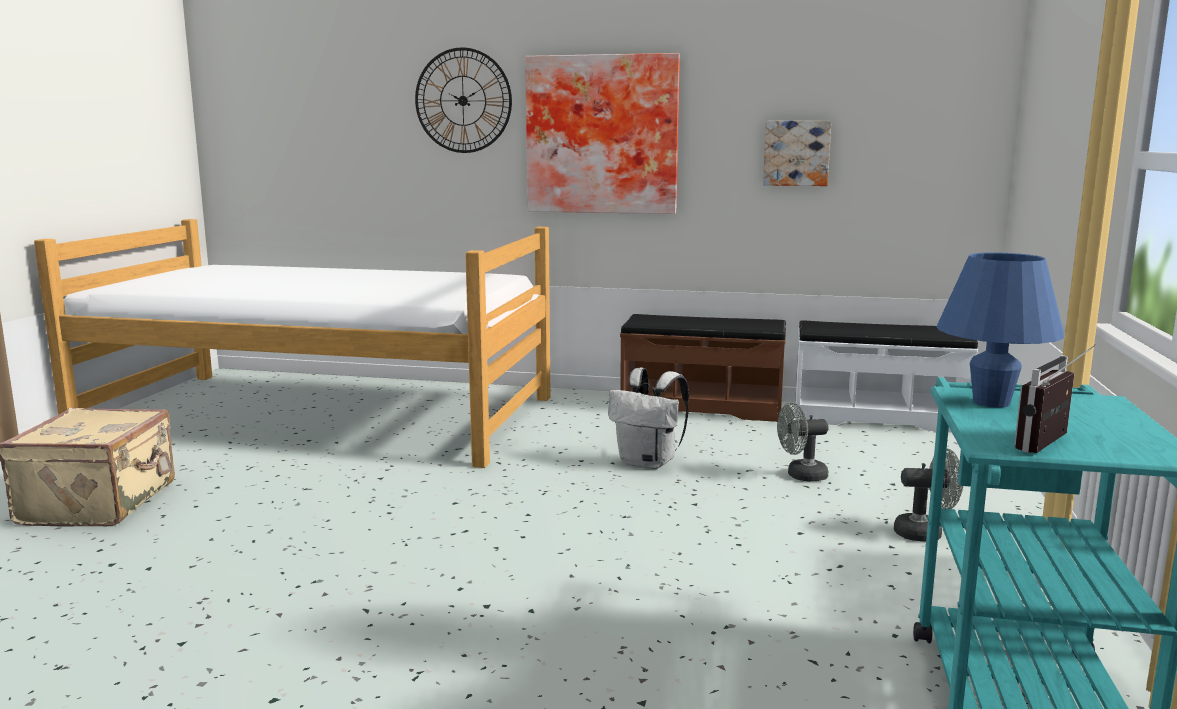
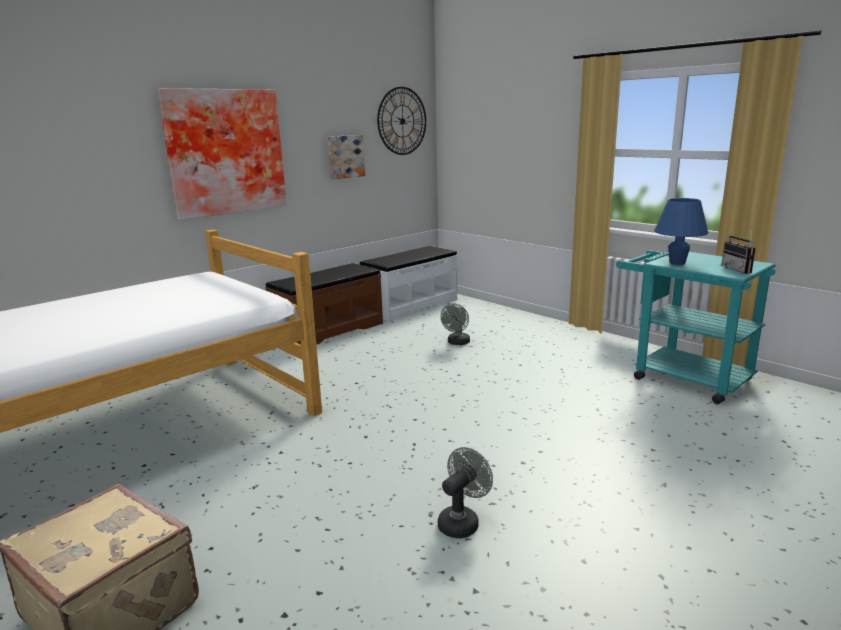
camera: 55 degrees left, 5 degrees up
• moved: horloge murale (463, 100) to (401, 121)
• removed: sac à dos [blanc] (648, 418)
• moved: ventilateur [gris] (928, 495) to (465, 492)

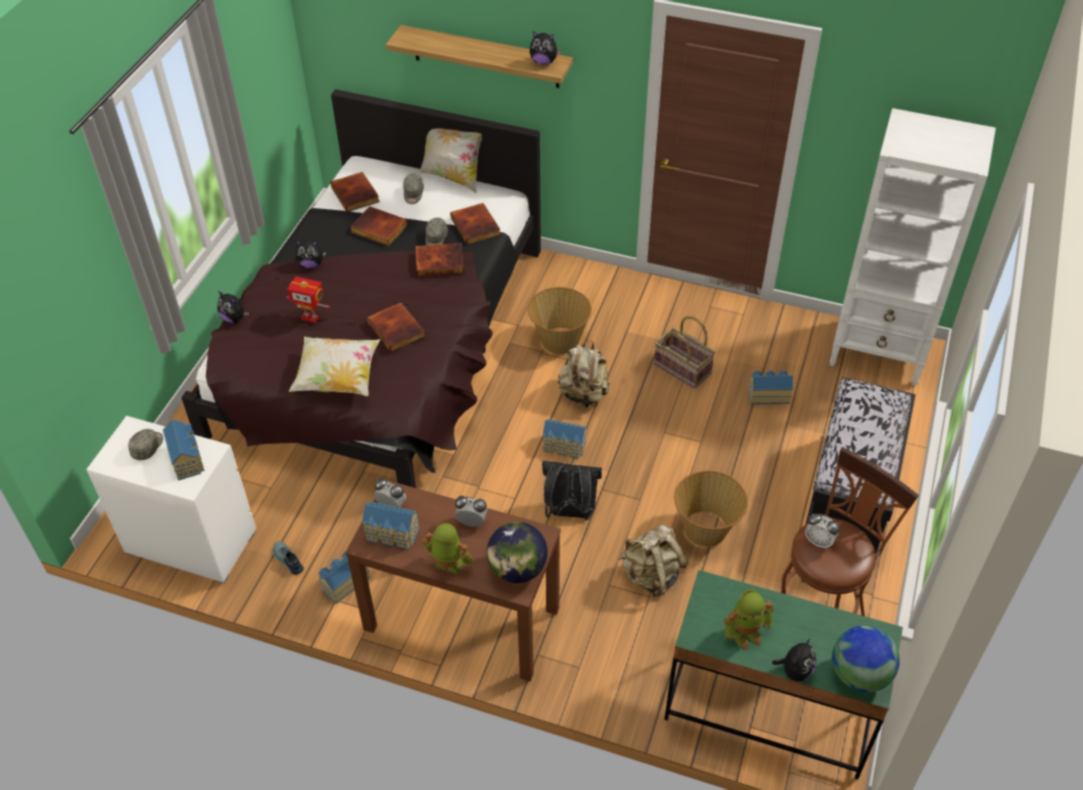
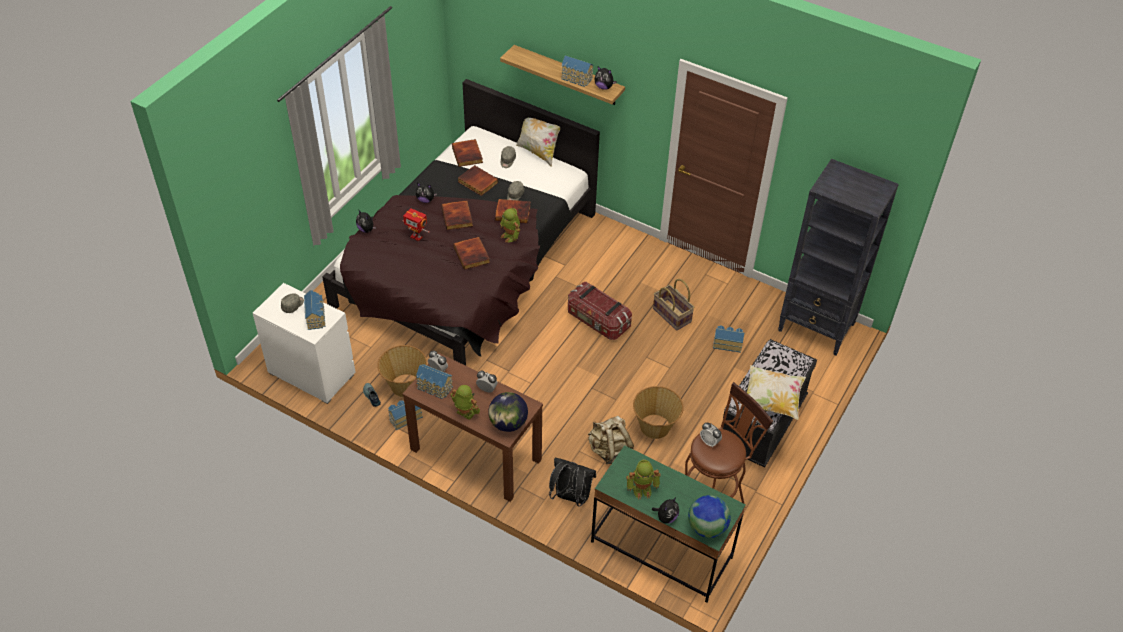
camera: 10 degrees right, 0 degrees up
• recoloured: bibliothèque [blanc] (913, 247) to bibliothèque [noir] (838, 257)
• moved: livre (475, 224) to (457, 215)
• moved: panier (560, 320) to (402, 371)
• moved: coussin (334, 366) to (773, 392)
• replaced: sac à dos [beige] (584, 374) to boîte de rangement (600, 311)
• moved: maison miniature (565, 438) to (577, 71)
• moved: sac à dos [noir] (572, 490) to (572, 482)
• added: robot jouet (510, 225)

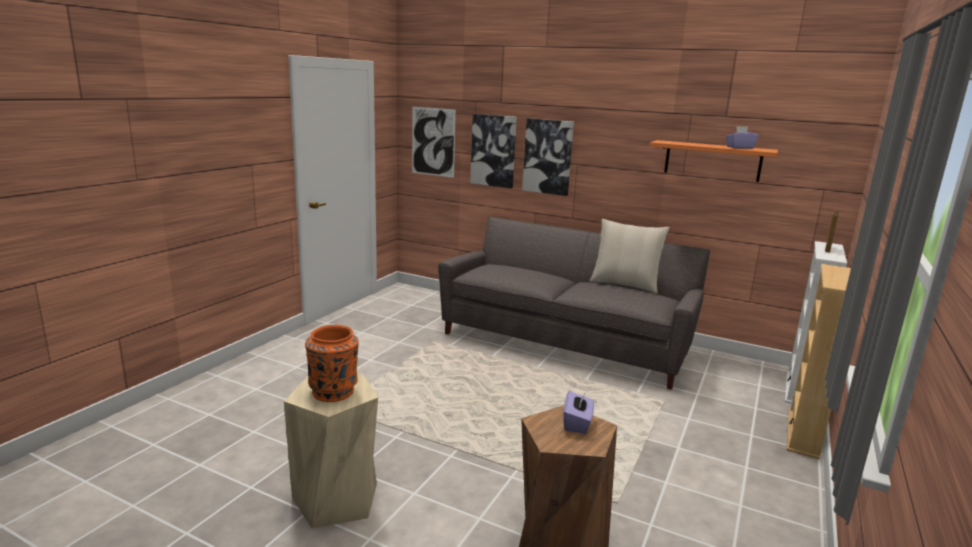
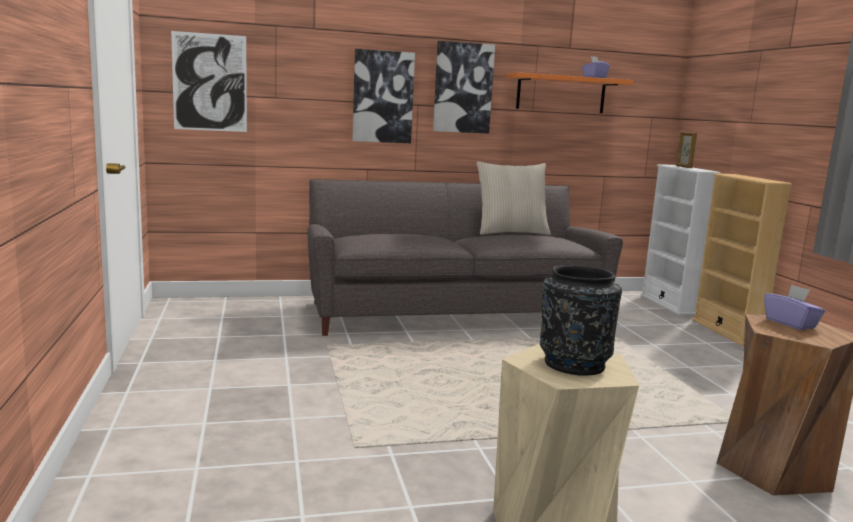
camera: 40 degrees left, 5 degrees down
• moved: tableau (493, 151) to (464, 87)
• recoloured: vase [orange] (332, 363) to vase [noir] (581, 320)

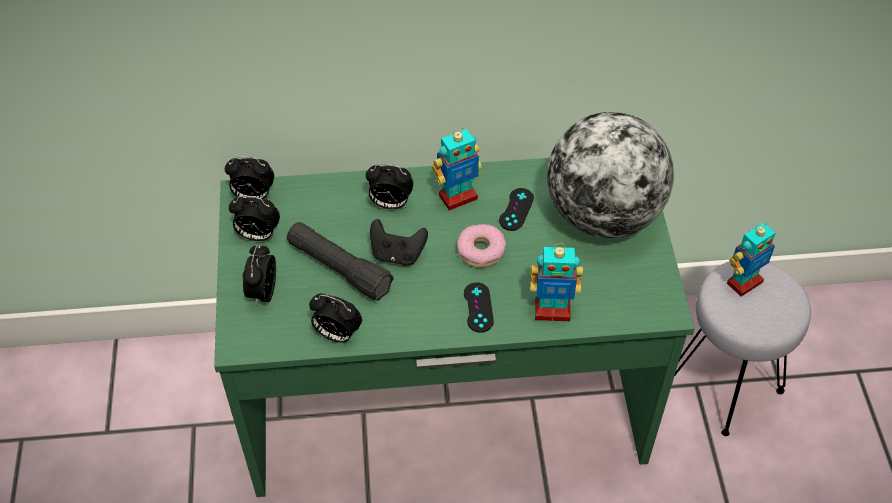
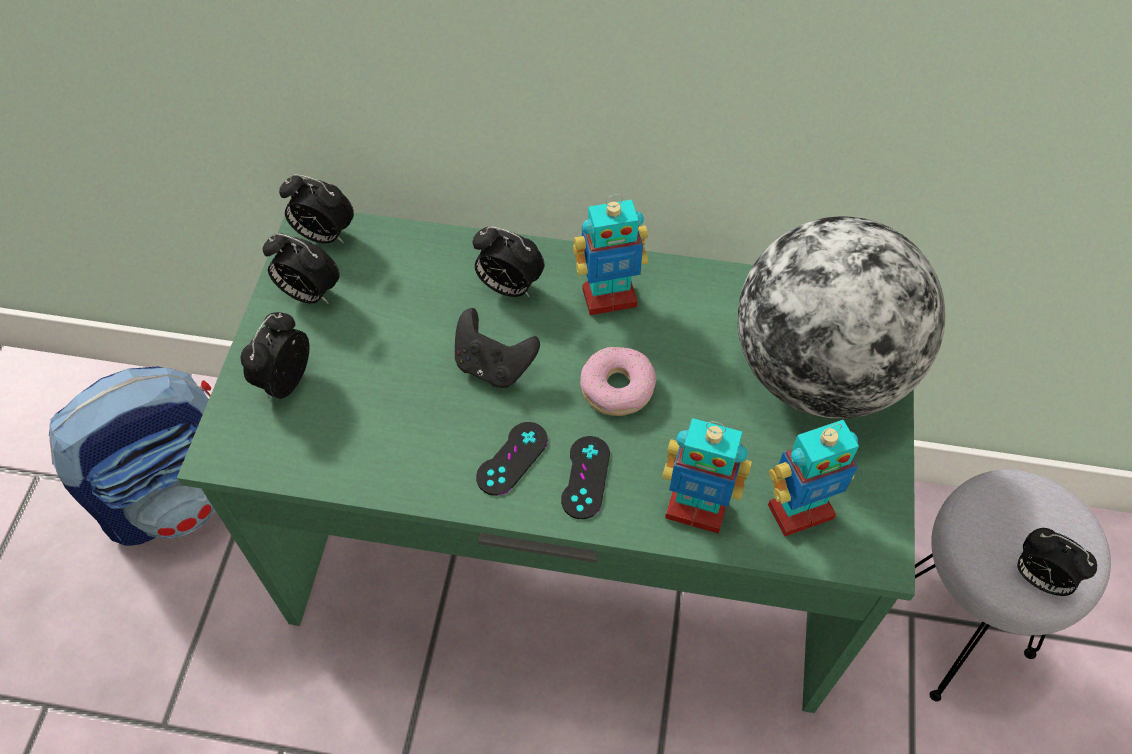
camera: 15 degrees right, 5 degrees up
• moved: manette [noir] (516, 209) to (512, 459)
• removed: lampe de poche [noir] (340, 261)
• moved: robot jouet (751, 259) to (813, 478)
• moved: réveil (335, 318) to (1057, 562)
• added: sac à dos (132, 456)

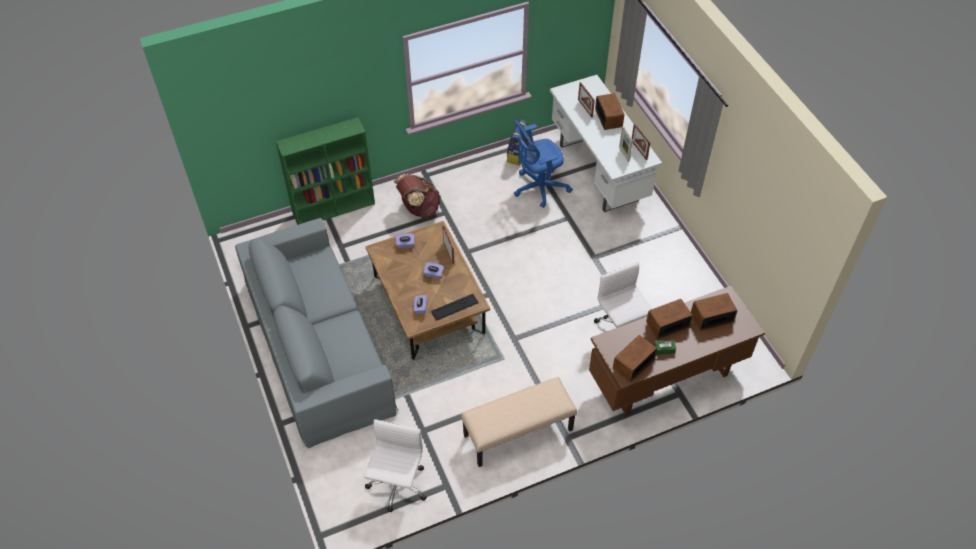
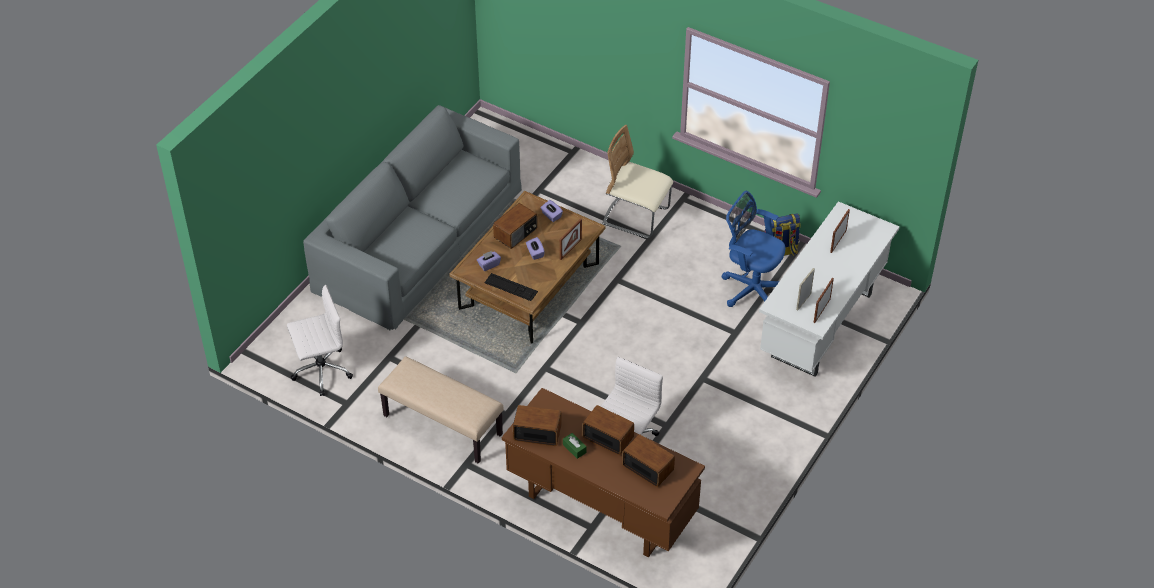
camera: 55 degrees right, 5 degrees down
• moved: radio (609, 111) to (515, 226)
• removed: bibliothèque [vert] (325, 171)
• replaced: sac à dos [marron] (417, 196) to chaise [beige] (637, 182)

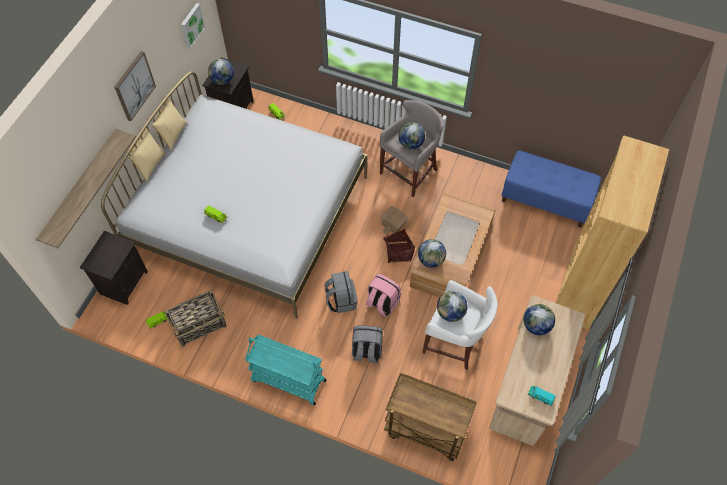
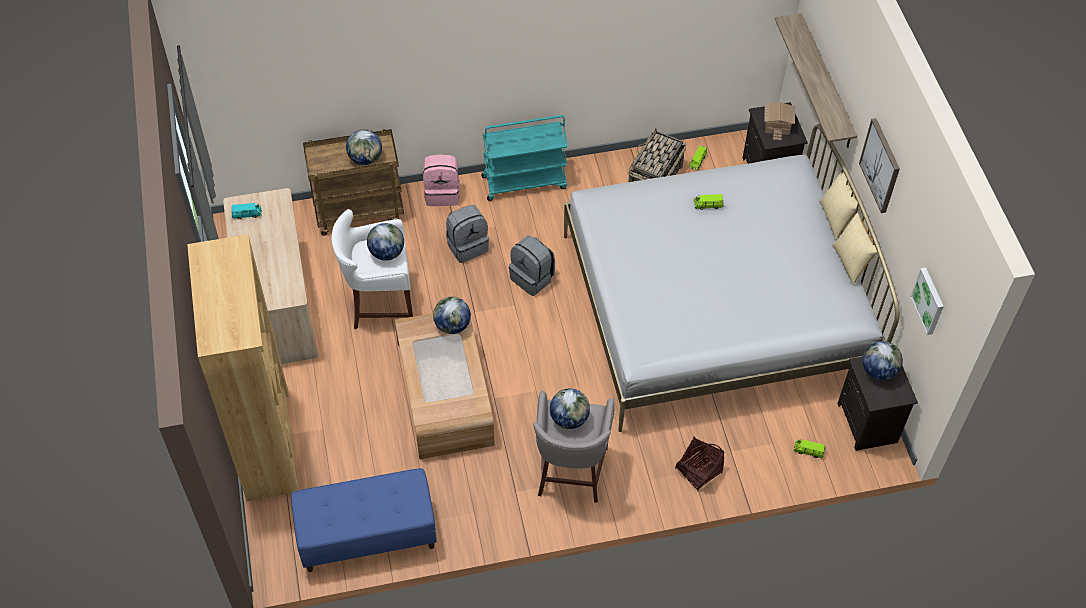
camera: 145 degrees right, 5 degrees down
• moved: maison miniature (394, 220) to (779, 121)
• moved: panier (399, 246) to (699, 464)
• moved: sac à dos [rose] (383, 295) to (441, 180)
• moved: globe (539, 319) to (364, 147)

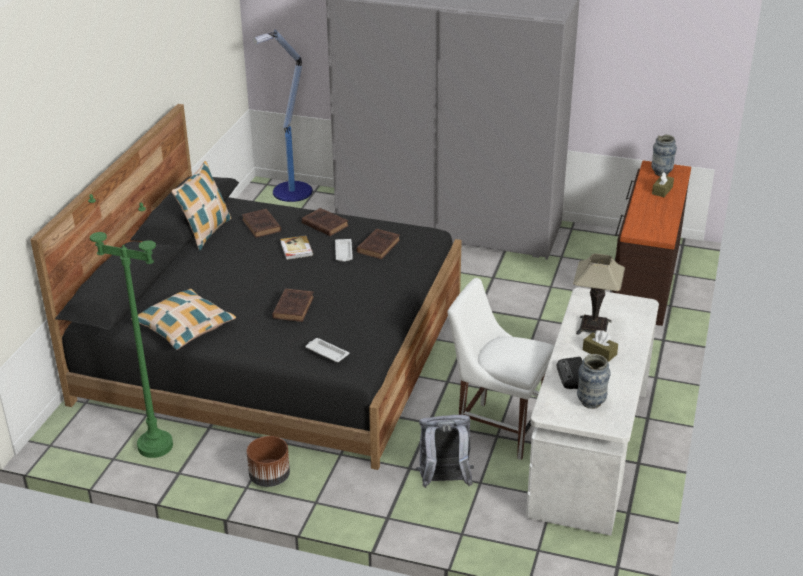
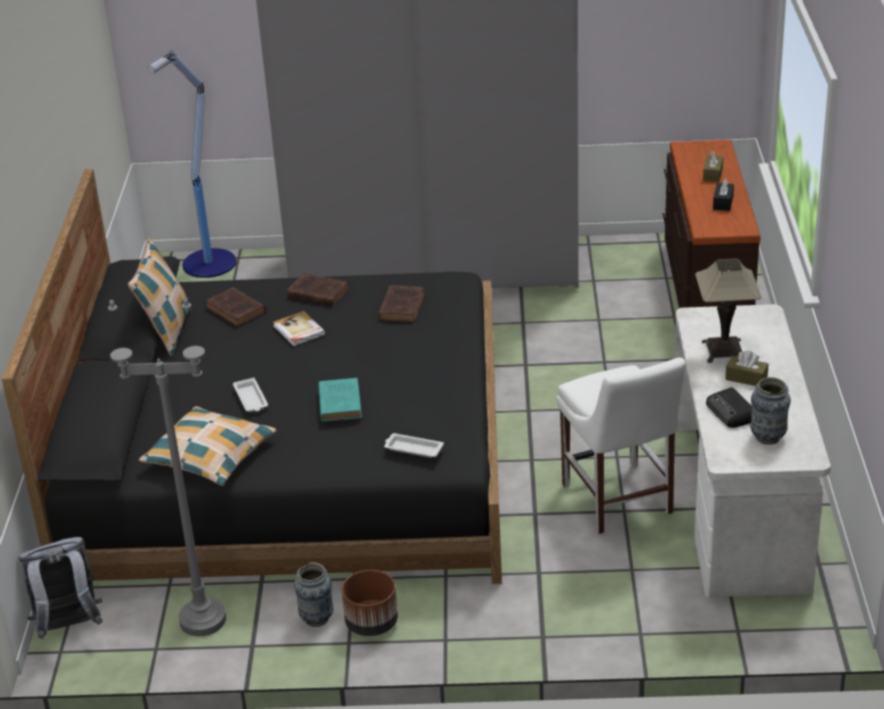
camera: 15 degrees left, 0 degrees up
• moved: vase (664, 155) to (313, 594)
• recoloured: lampadaire [vert] (130, 326) to lampadaire [gris] (167, 466)
• moved: plateau [blanc] (344, 250) to (250, 395)
• turned: chaise [blanc] (501, 369) = (621, 445) 120 degrees counterclockwise
• recoloured: livre [marron] (293, 305) to livre [turquoise] (340, 400)
• moved: sac à dos [gris] (445, 451) to (60, 588)
• added: boîte à mouchoirs [noir] (723, 194)

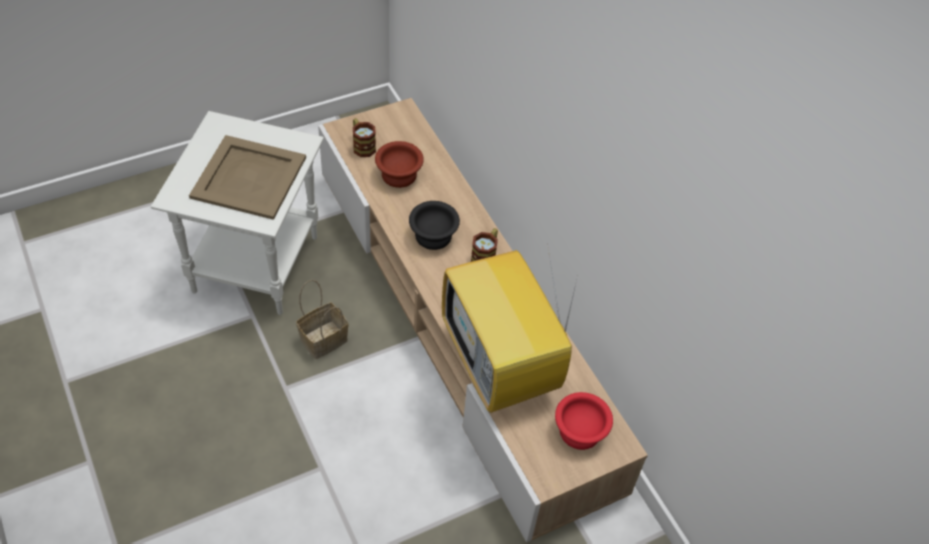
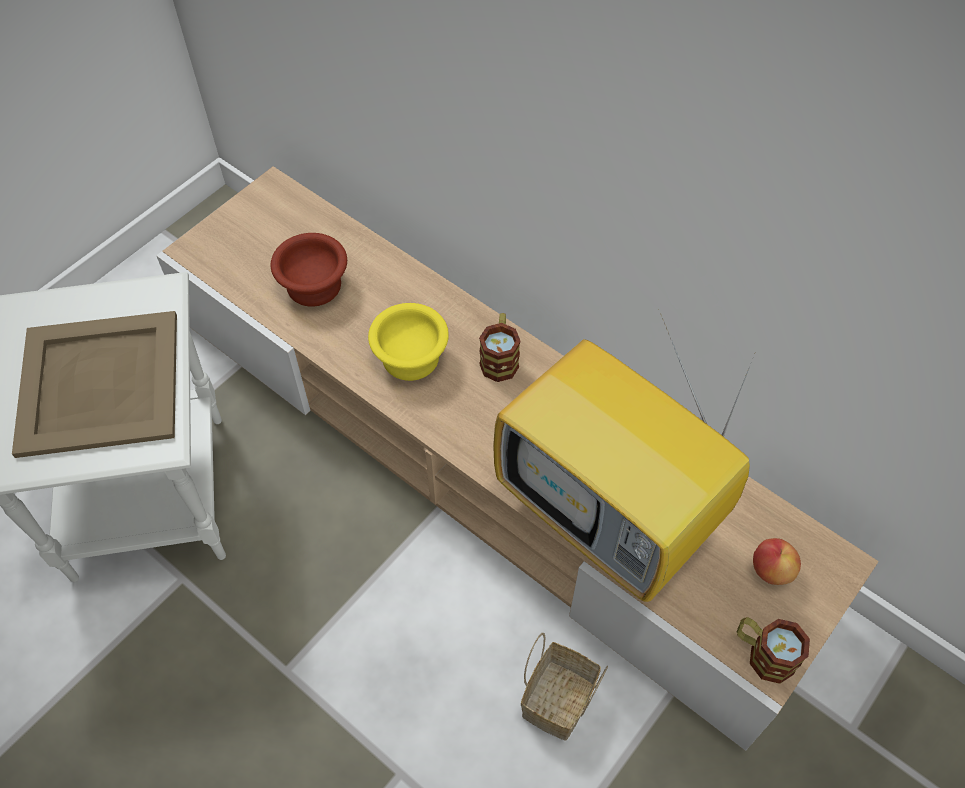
camera: 20 degrees left, 5 degrees up
• moved: mug (364, 137) to (773, 650)
• recoloured: bol [noir] (434, 225) to bol [jaune] (408, 342)
• moved: panier (322, 319) to (564, 687)
• replaced: bol [rouge] (584, 421) to pomme (777, 561)

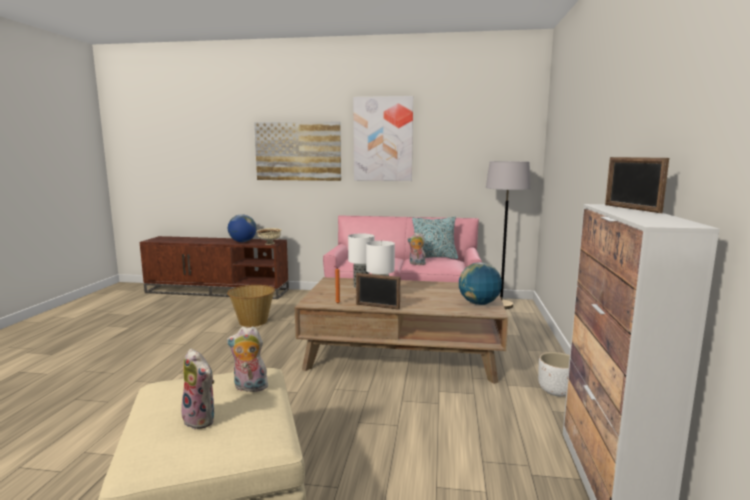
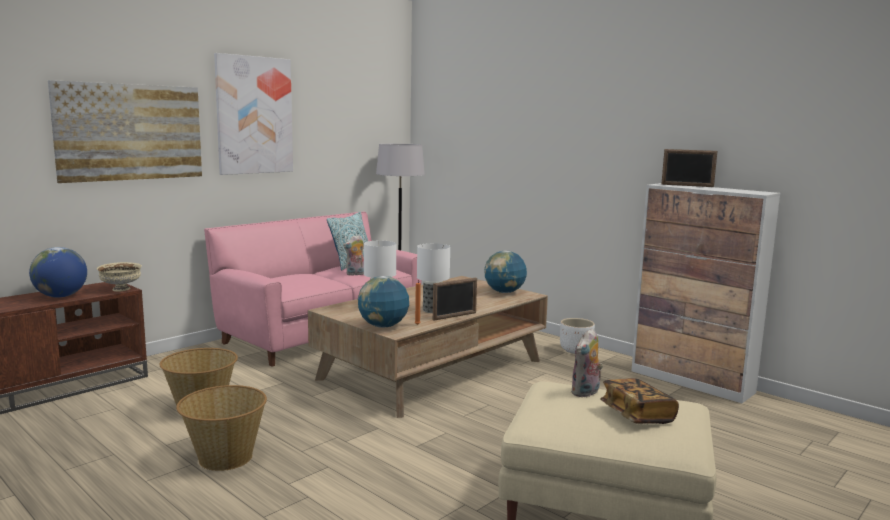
camera: 55 degrees left, 0 degrees up
• replaced: peluche (196, 389) to livre (639, 401)
• added: globe (383, 302)
• added: panier (221, 428)

